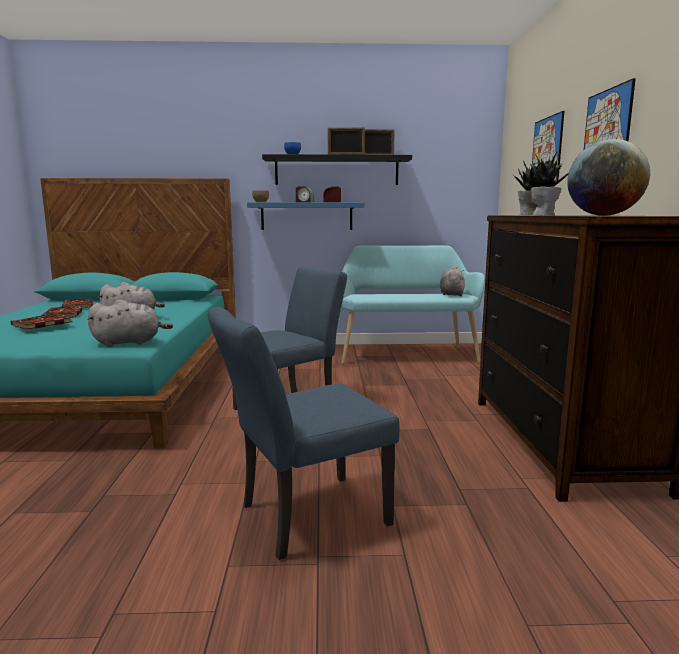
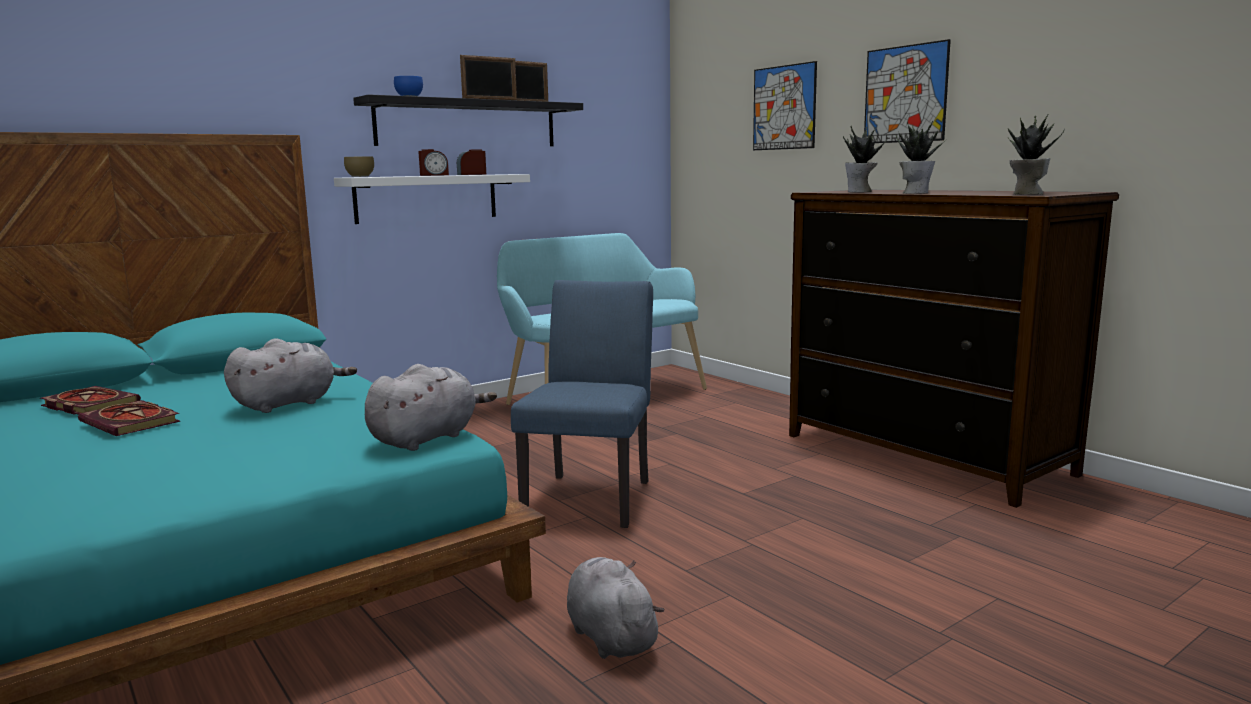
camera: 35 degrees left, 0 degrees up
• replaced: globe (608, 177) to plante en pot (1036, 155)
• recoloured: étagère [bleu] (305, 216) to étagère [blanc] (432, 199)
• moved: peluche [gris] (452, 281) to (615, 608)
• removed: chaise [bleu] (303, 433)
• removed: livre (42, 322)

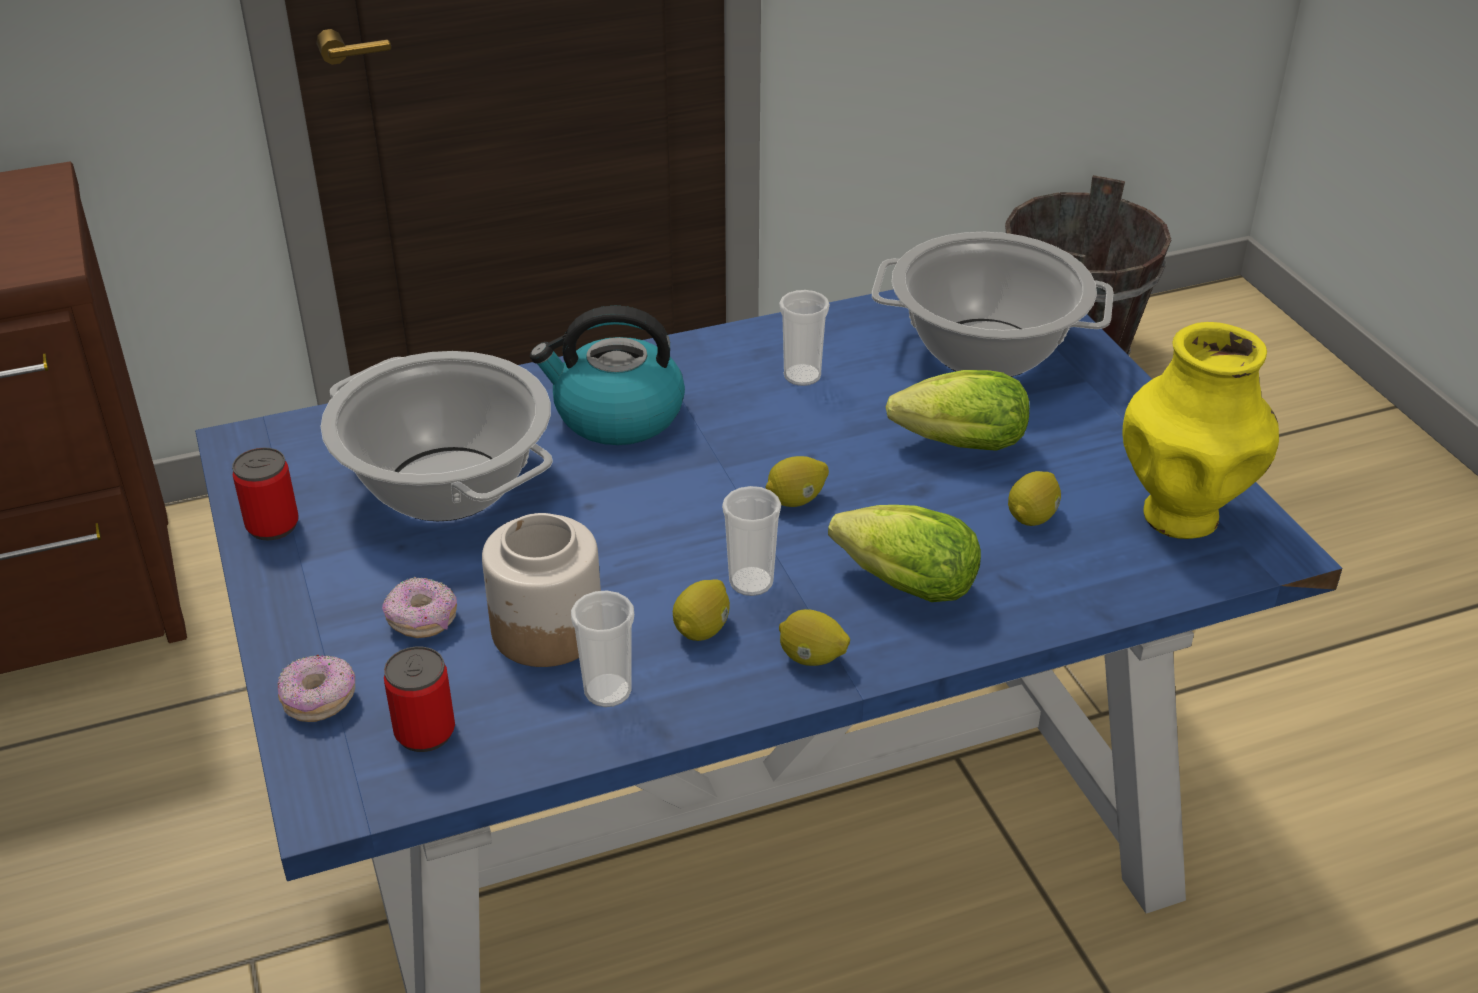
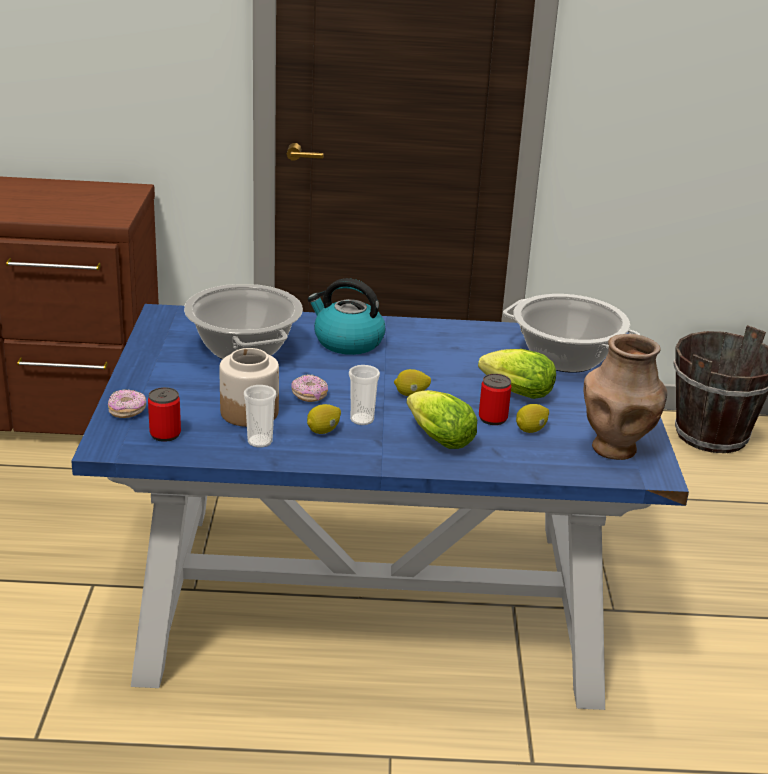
camera: 20 degrees right, 10 degrees down
• removed: tasse (804, 338)
• recoloured: vase [jaune] (1200, 430) to vase [marron] (625, 397)
• moved: boîte métallique (265, 494) to (495, 399)
• moved: beignet (419, 607) to (309, 388)
• removed: citron (814, 637)

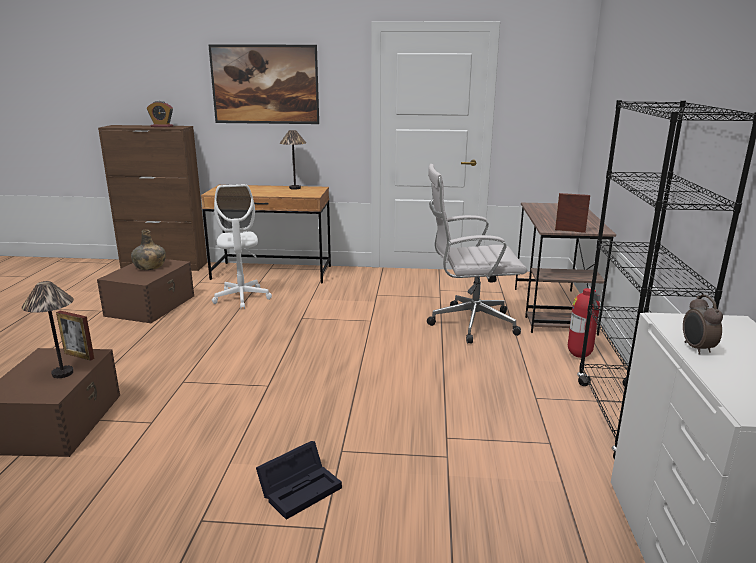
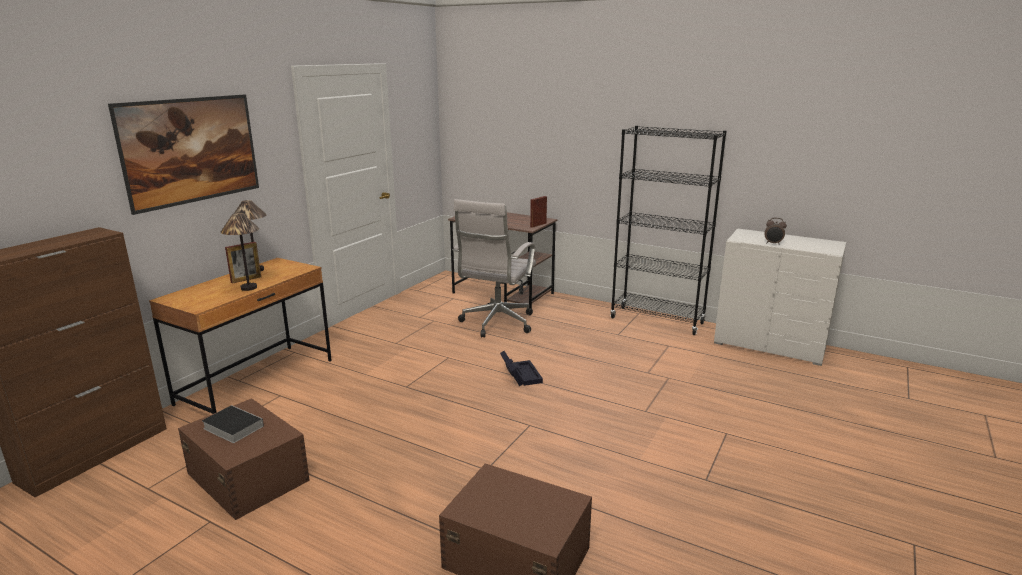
camera: 65 degrees left, 0 degrees up
• removed: réveil (160, 114)
• removed: chaise de bureau [blanc] (242, 246)
• replaced: bouteille [vert] (148, 249) to livre (233, 424)
• moved: lampe de table (48, 329) to (240, 252)
• removed: extincteur (584, 323)
• moved: cadre photo (75, 335) to (243, 263)
• moved: boîte de rangement [noir] (299, 480) to (521, 368)

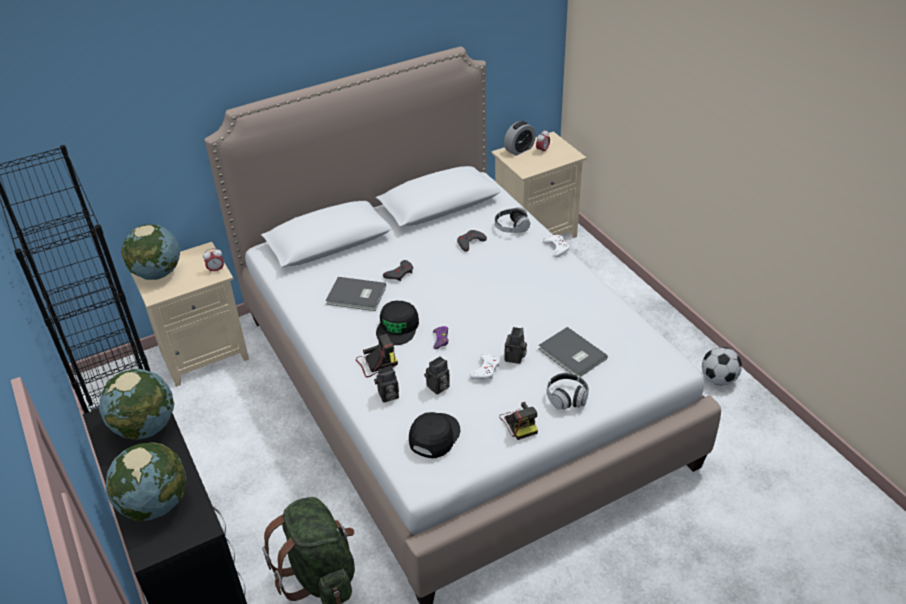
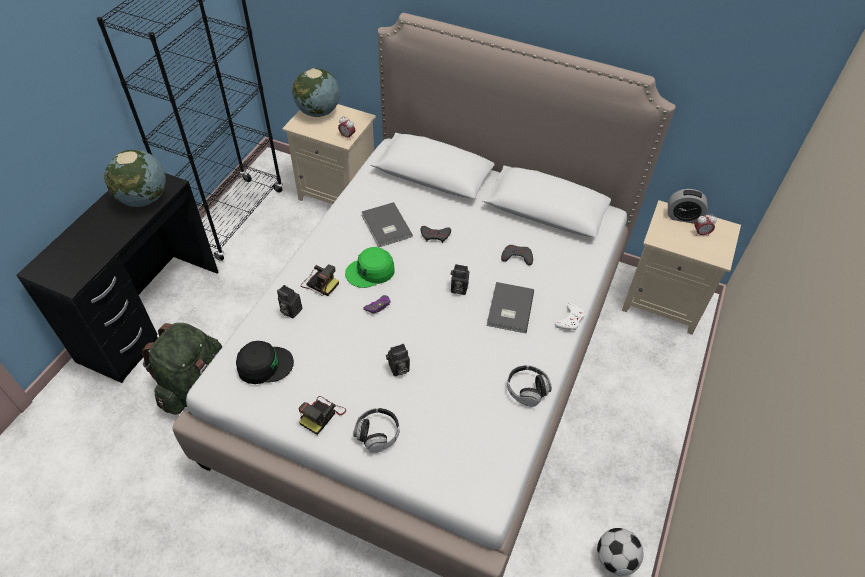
camera: 50 degrees right, 10 degrees up
• moved: casque audio (512, 220) to (529, 386)
• recoloured: casquette [noir] (397, 323) to casquette [vert] (370, 267)
• moved: livre [gris] (573, 352) to (510, 307)
• removed: manette [blanc] (485, 366)
• moved: appareil photo (437, 375) to (460, 279)
• removed: globe (146, 481)

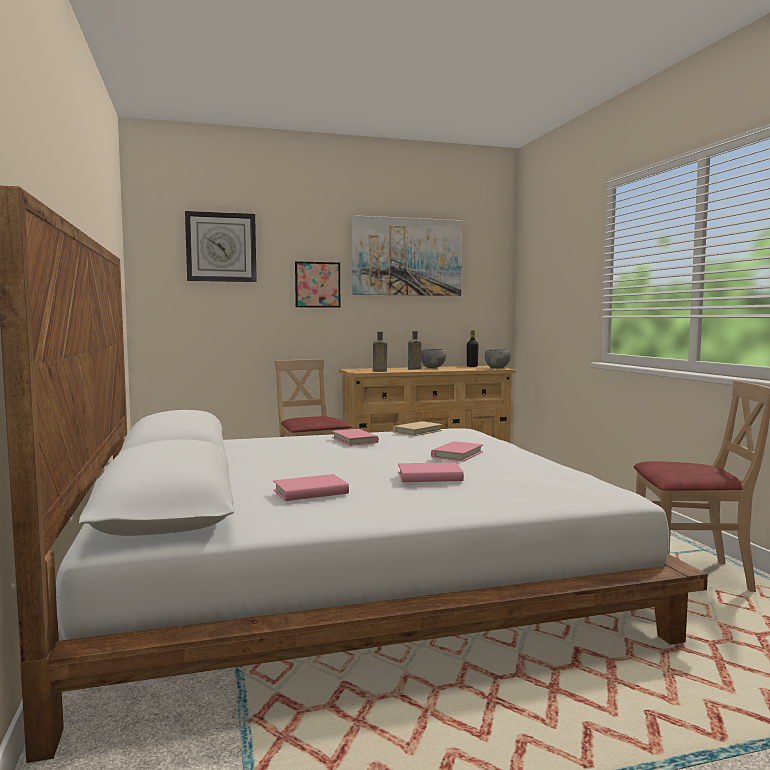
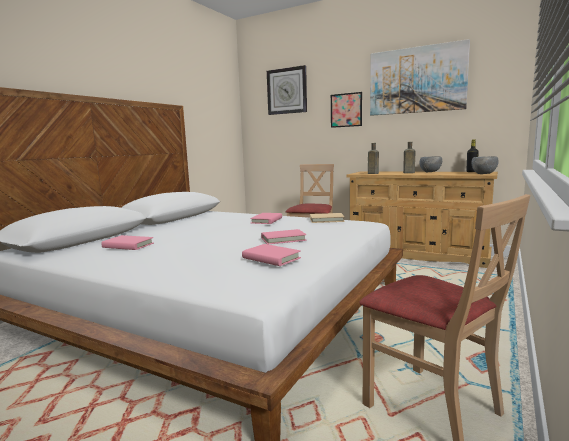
camera: 45 degrees right, 5 degrees up
• moved: livre [rose] (431, 472) to (271, 255)

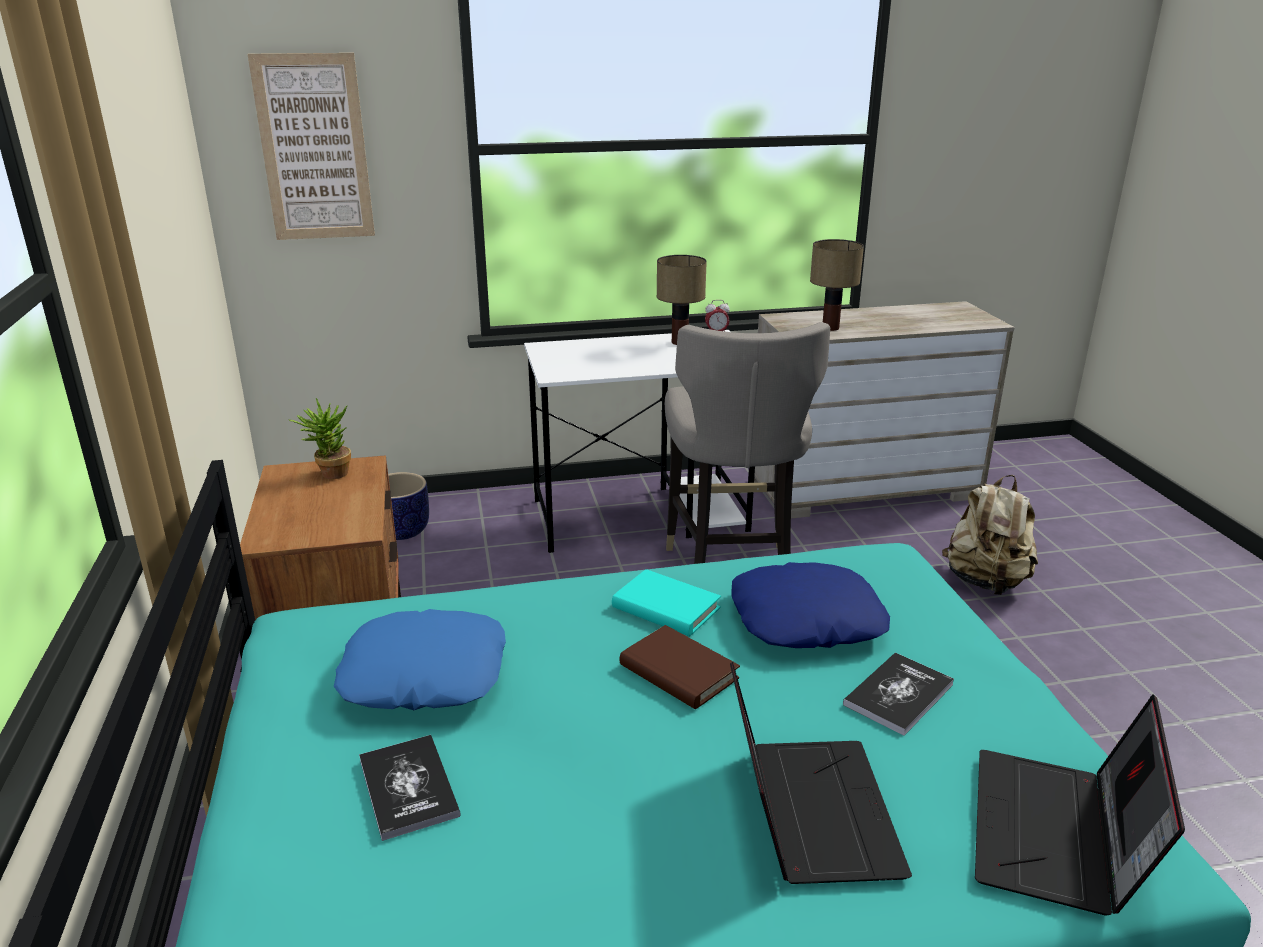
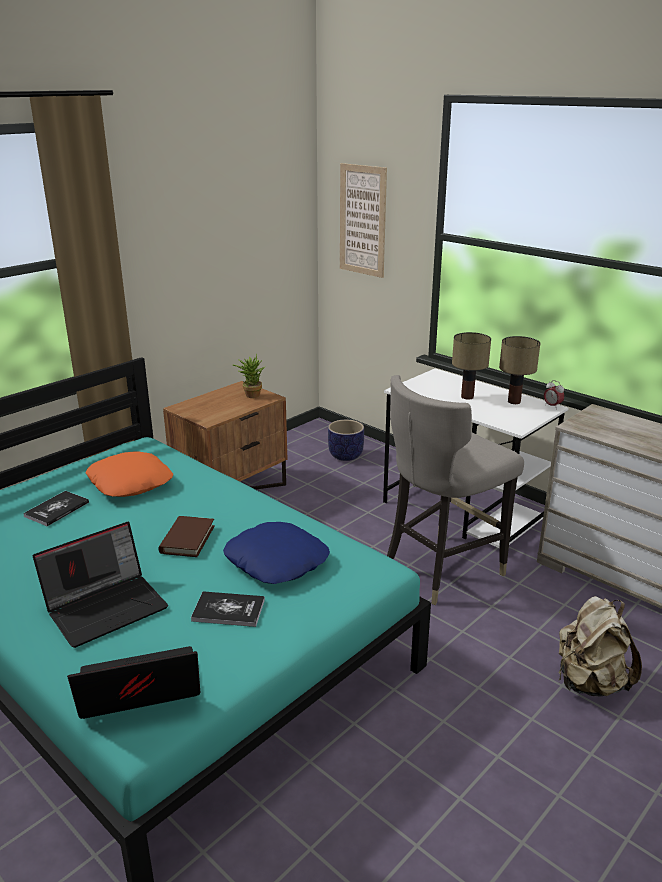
camera: 55 degrees right, 0 degrees up
• moved: lampe de table (837, 285) to (471, 366)
• removed: livre [turquoise] (666, 602)
• recoloured: coussin [bleu] (420, 659) to coussin [orange] (129, 474)

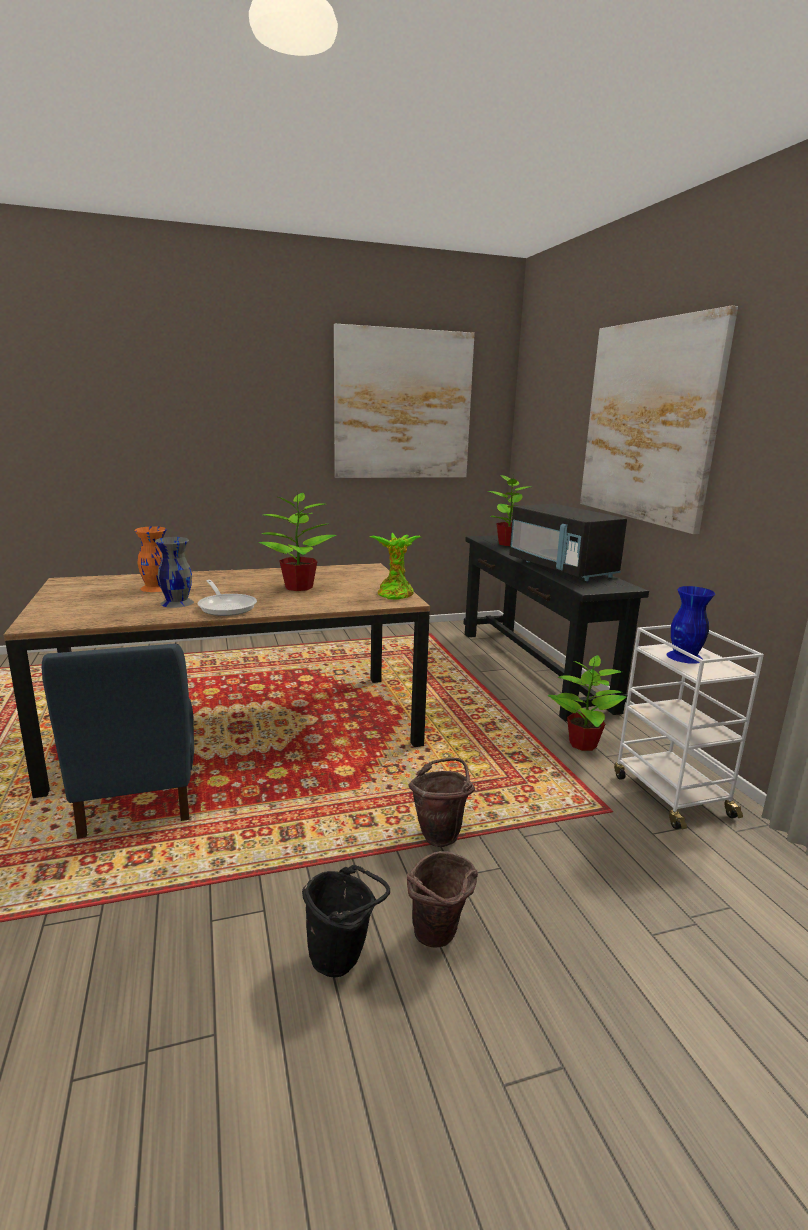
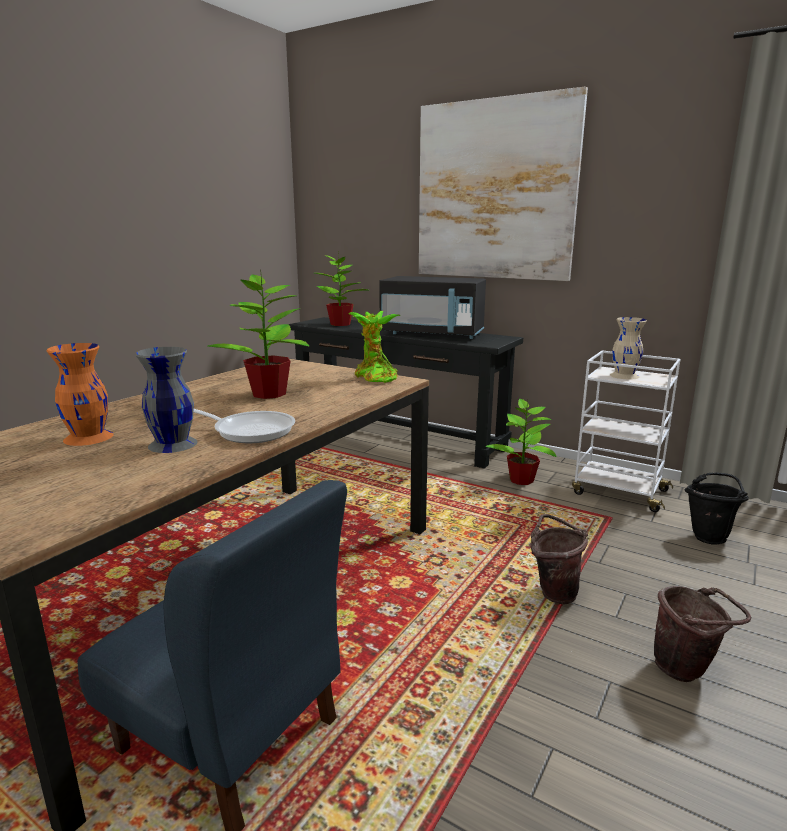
camera: 40 degrees left, 0 degrees up
• removed: tableau (404, 401)
• recoloured: vase [bleu] (690, 625) to vase [beige] (628, 348)
• moved: seau [noir] (346, 921) to (717, 508)

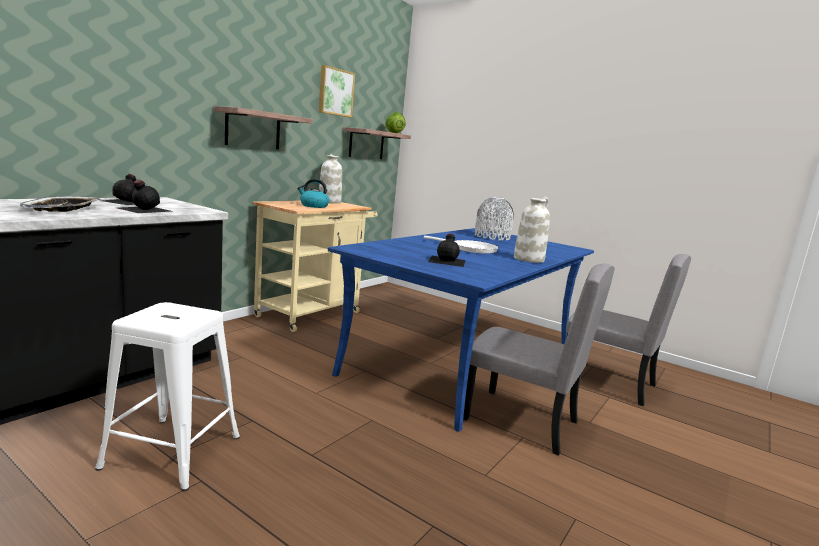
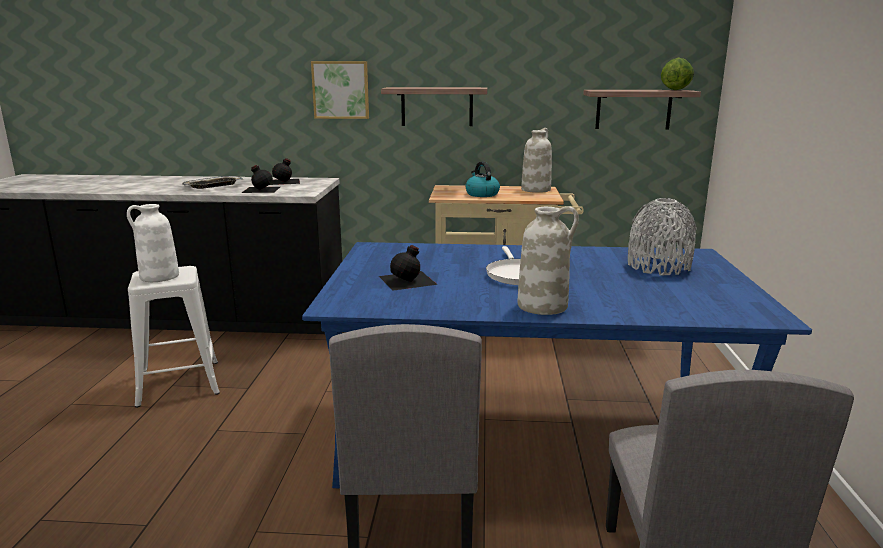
camera: 60 degrees right, 5 degrees up
• moved: tableau (337, 91) to (340, 90)
• added: vase [blanc] (153, 243)

